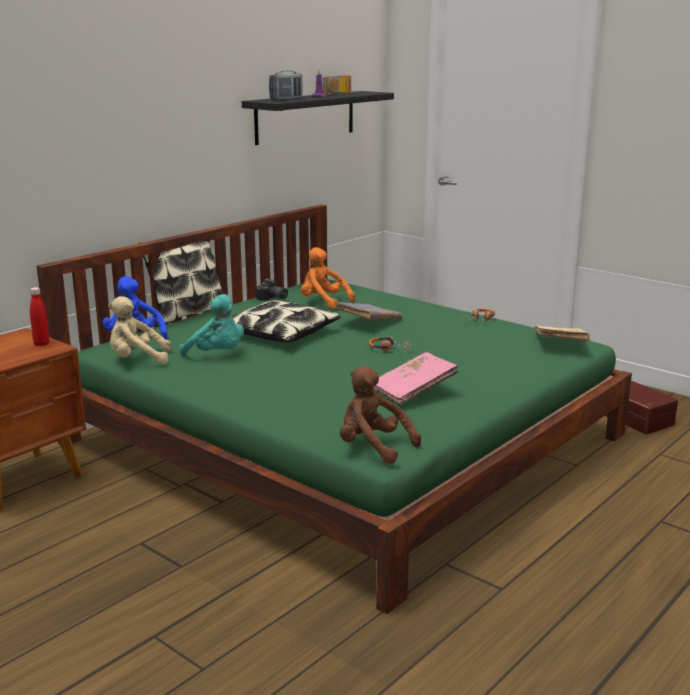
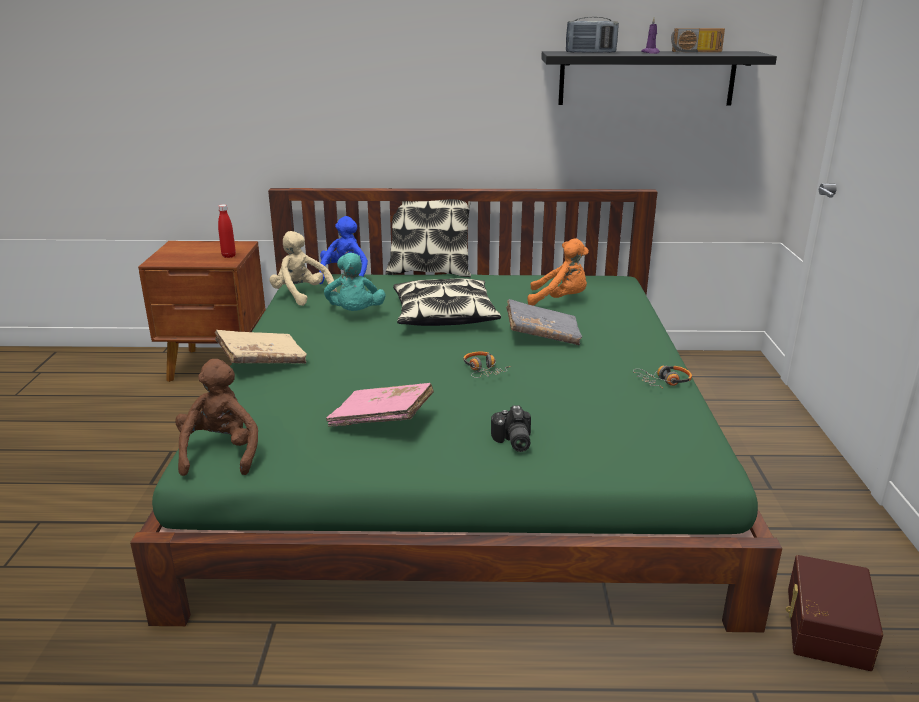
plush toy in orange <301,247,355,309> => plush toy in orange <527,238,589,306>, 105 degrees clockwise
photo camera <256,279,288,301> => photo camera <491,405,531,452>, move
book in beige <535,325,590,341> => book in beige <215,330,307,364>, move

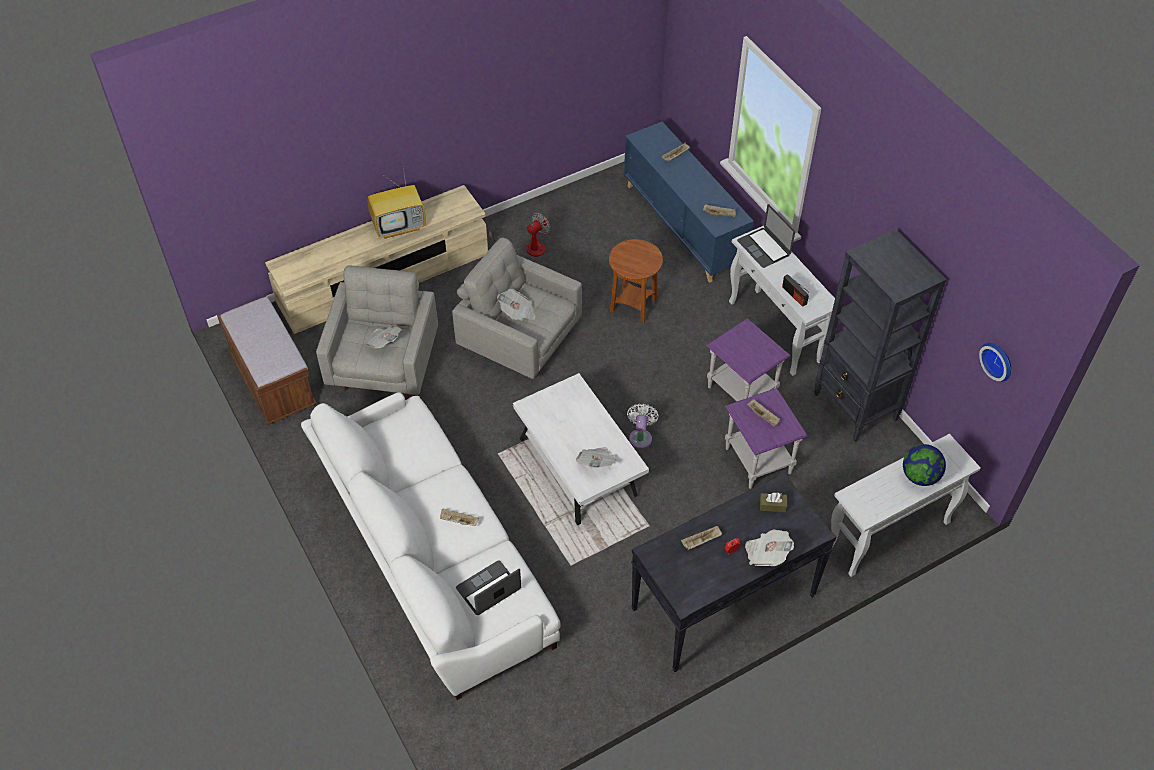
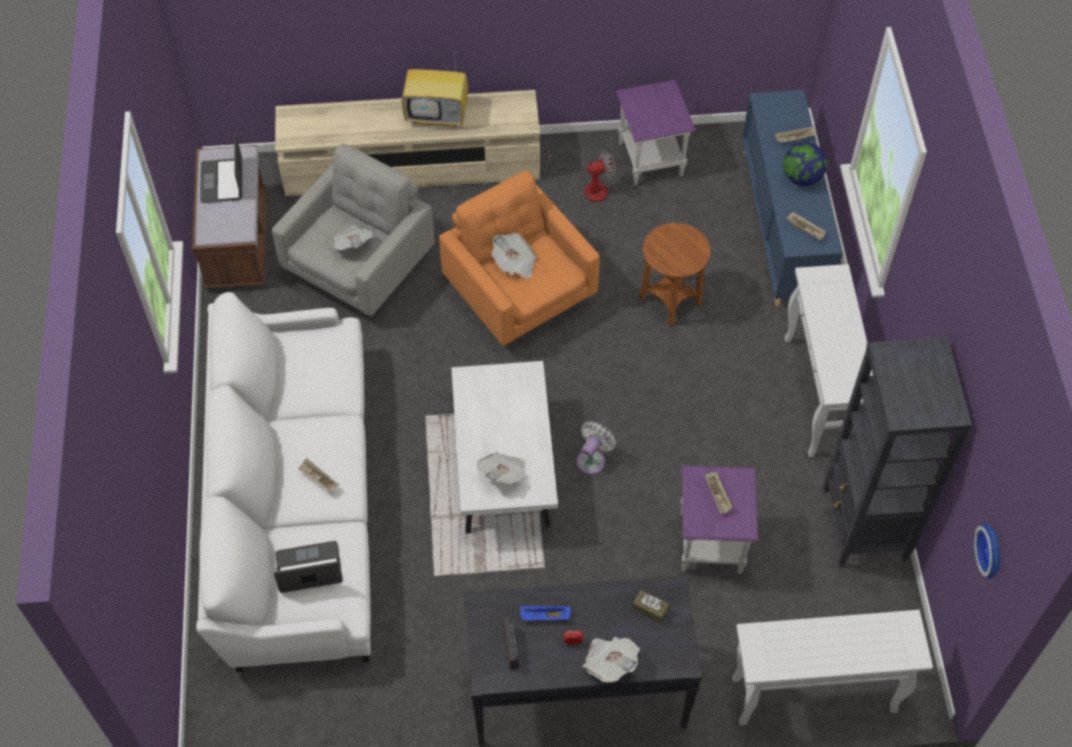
laptop <737,204,795,268> => laptop <200,133,242,203>, move
armchair in grey <452,238,582,379> => armchair in orange <439,171,600,346>
radio <782,274,809,307> => radio <503,616,519,669>, move
side table in purple <706,318,791,401> => side table in purple <616,80,696,185>, move
globe <903,444,946,486> => globe <783,142,827,186>, move
tray in beige <681,526,722,550> => tray in blue <520,606,571,620>

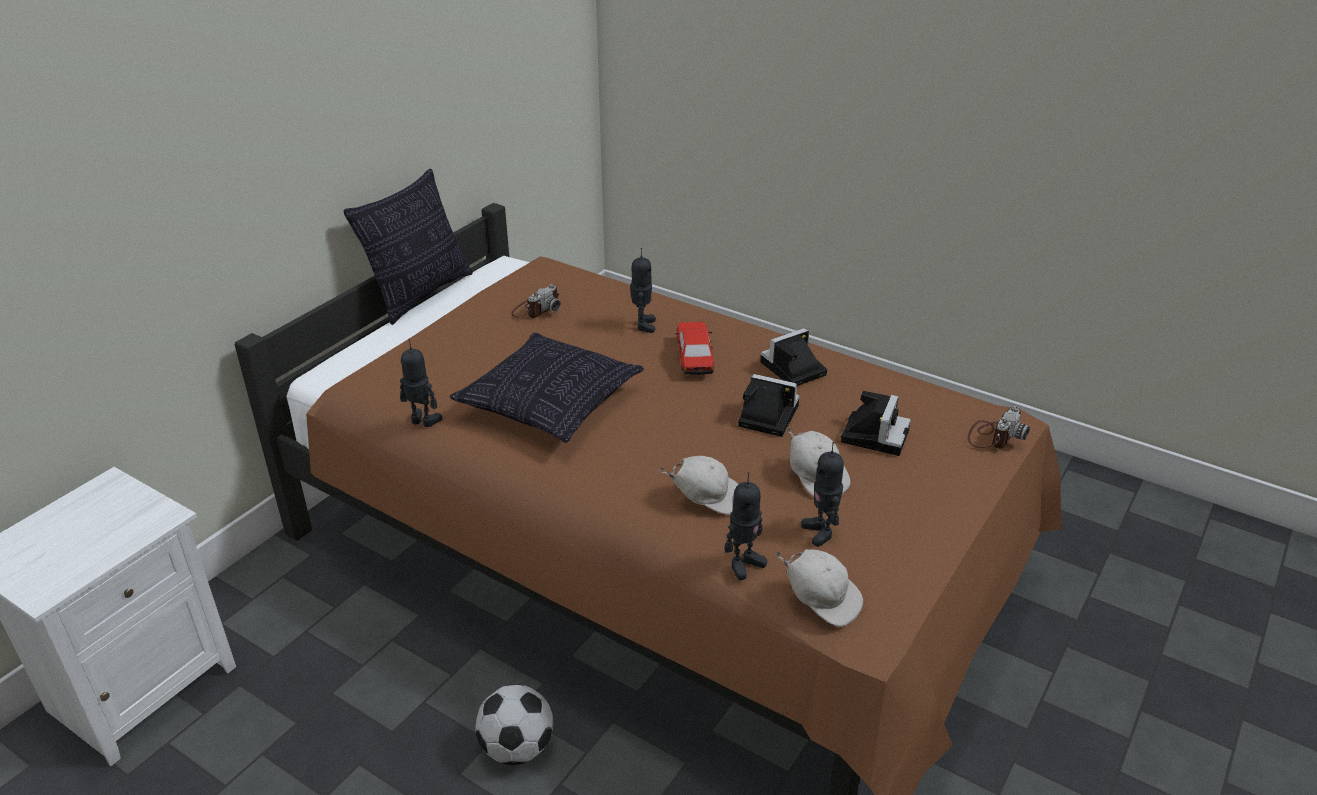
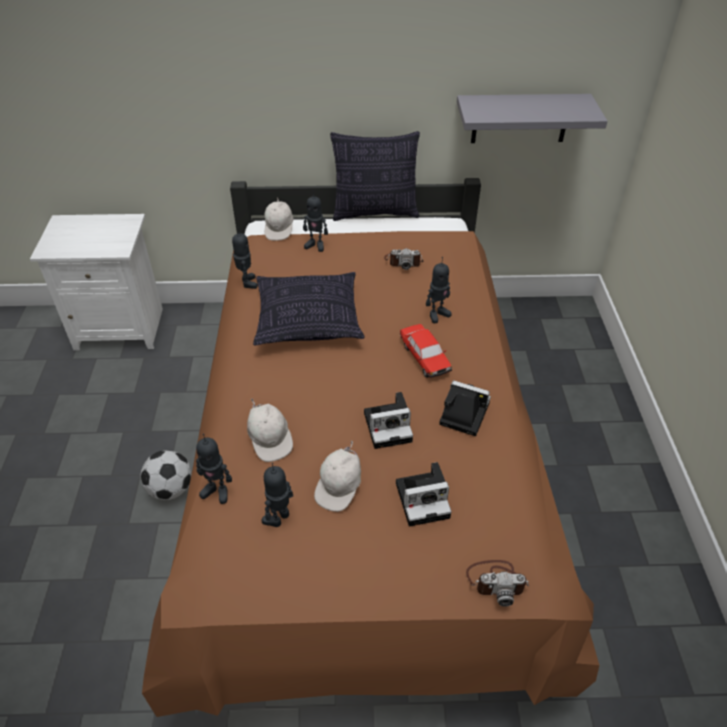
toy car <675,322,714,375> => toy car <400,324,452,378>, 105 degrees clockwise
photo camera <738,374,800,437> => photo camera <364,392,413,449>, 90 degrees clockwise
cap in white <775,549,863,627> => cap in white <264,197,294,241>, move
nothing => shelf in grey <457,94,608,143>
nothing => toy robot <303,190,328,252>

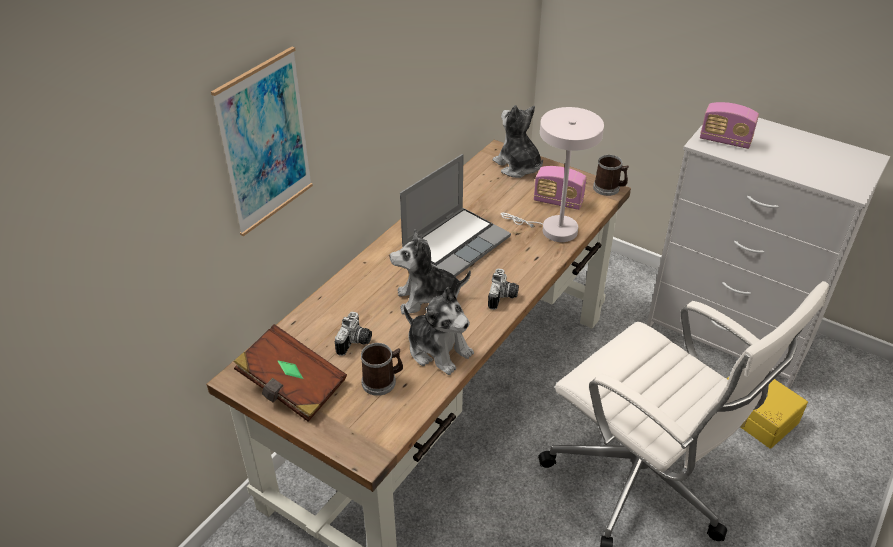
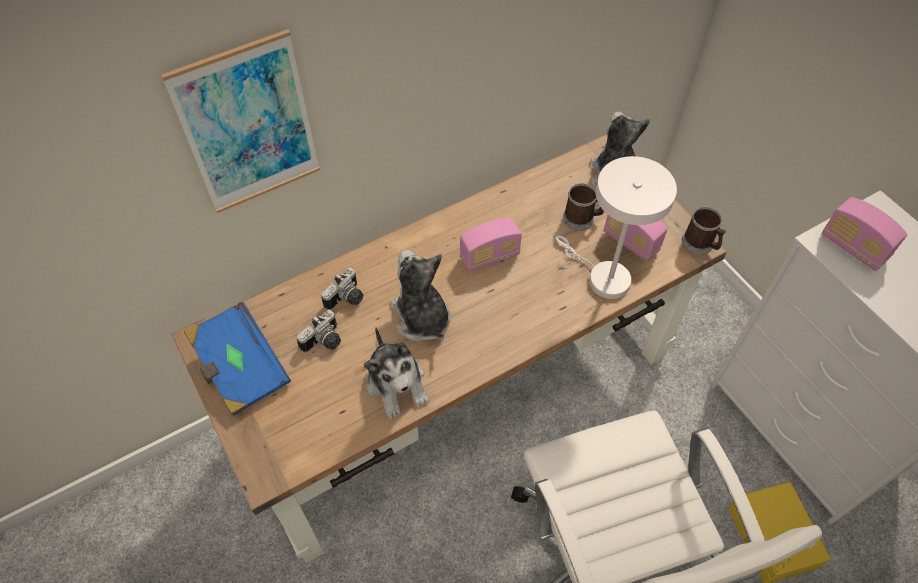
laptop <400,154,511,277> => radio <460,218,522,272>
plush toy <389,229,471,314> => plush toy <391,249,451,341>, 45 degrees clockwise
photo camera <488,268,519,310> => photo camera <321,268,363,310>, move
book in brown <234,324,347,422> => book in blue <184,302,291,416>
mug <361,343,403,396> => mug <563,183,604,231>, move

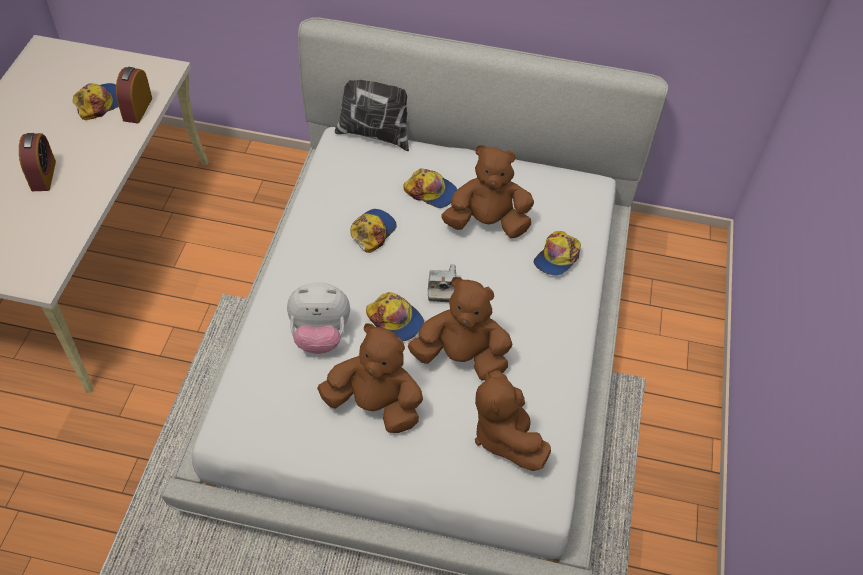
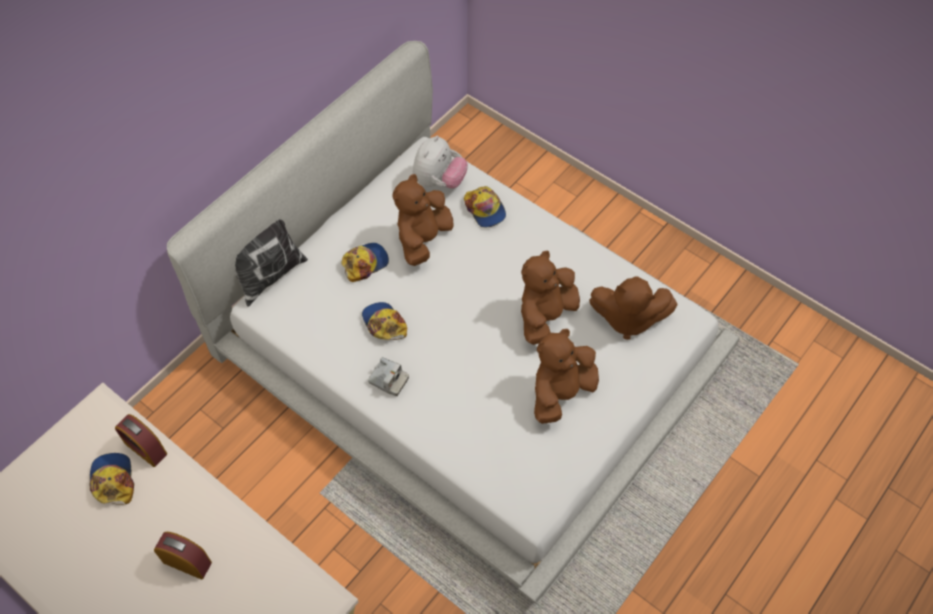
photo camera <428,264,456,302> => photo camera <368,357,409,396>, move
plush toy <287,282,350,354> => plush toy <413,136,468,189>, move
cap <366,292,424,341> => nothing

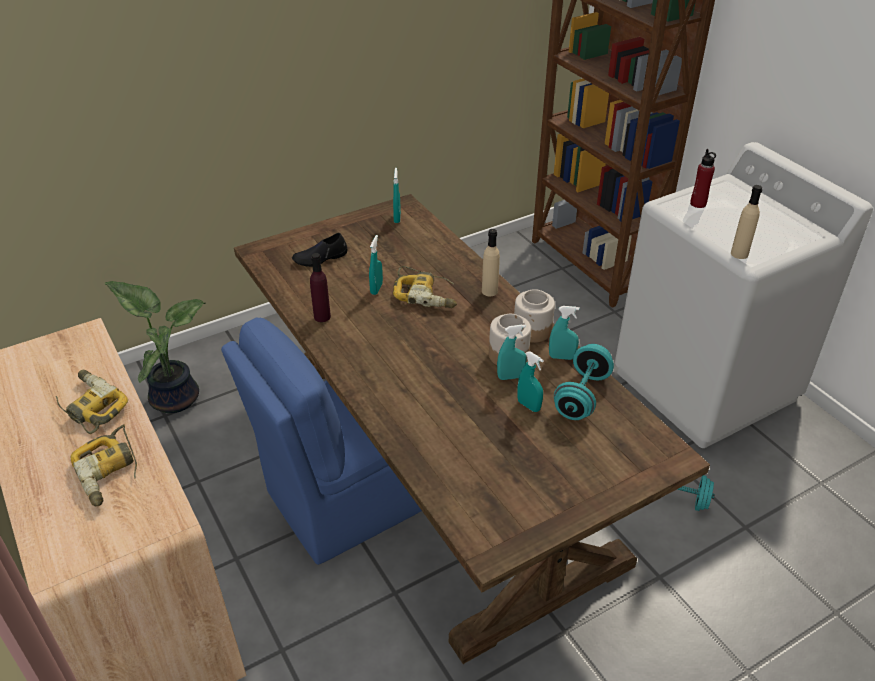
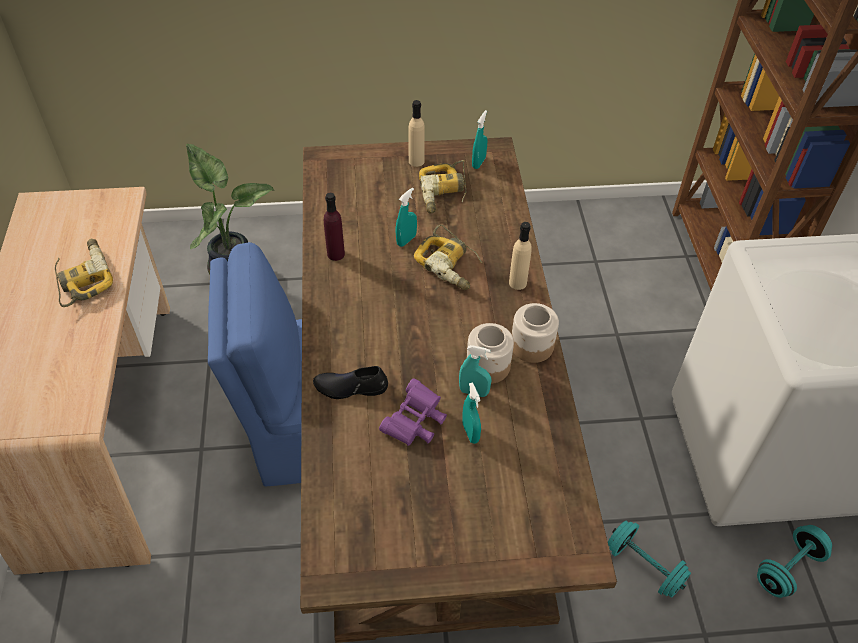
bottle in red <690,149,716,208> => nothing
bottle in beige <731,185,762,259> => bottle in beige <408,100,425,167>, move
shoe in black <292,233,348,267> => shoe in black <313,366,388,399>, move
spray bottle in turquoise <549,306,579,360> => nothing
dumbbell in turquoise <554,344,614,420> => dumbbell in turquoise <757,525,832,598>, move
power drill <71,424,137,506> => power drill <419,160,466,214>, move
nothing => binoculars in purple <379,378,447,446>

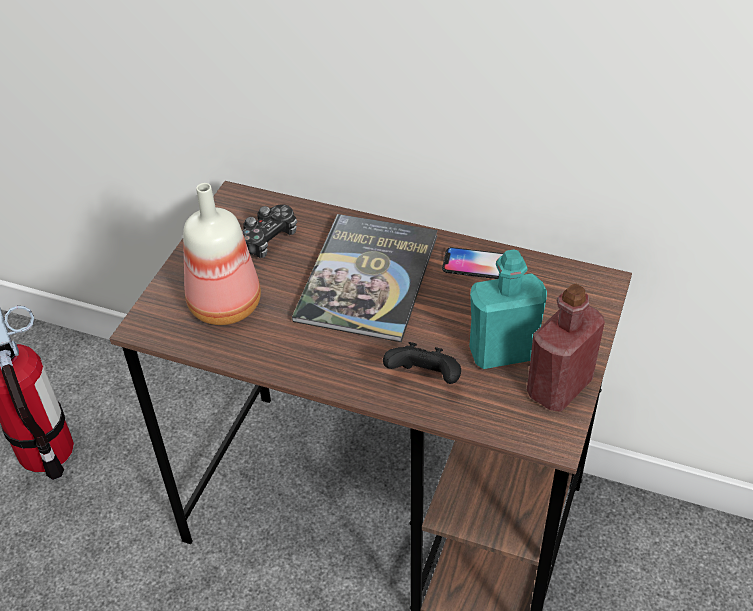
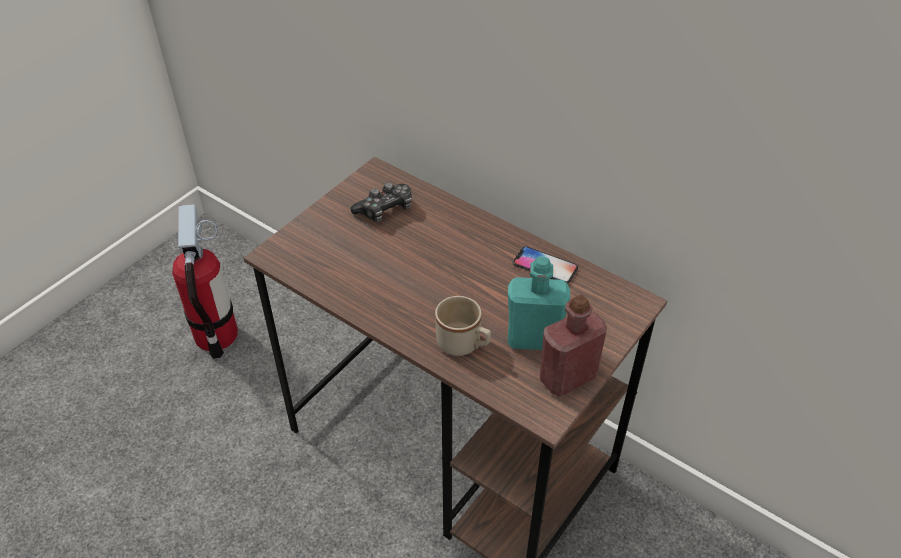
bottle <183,183,261,325> => nothing
book <292,214,438,342> => nothing
game controller in black <383,342,461,384> => mug in beige <435,296,491,356>

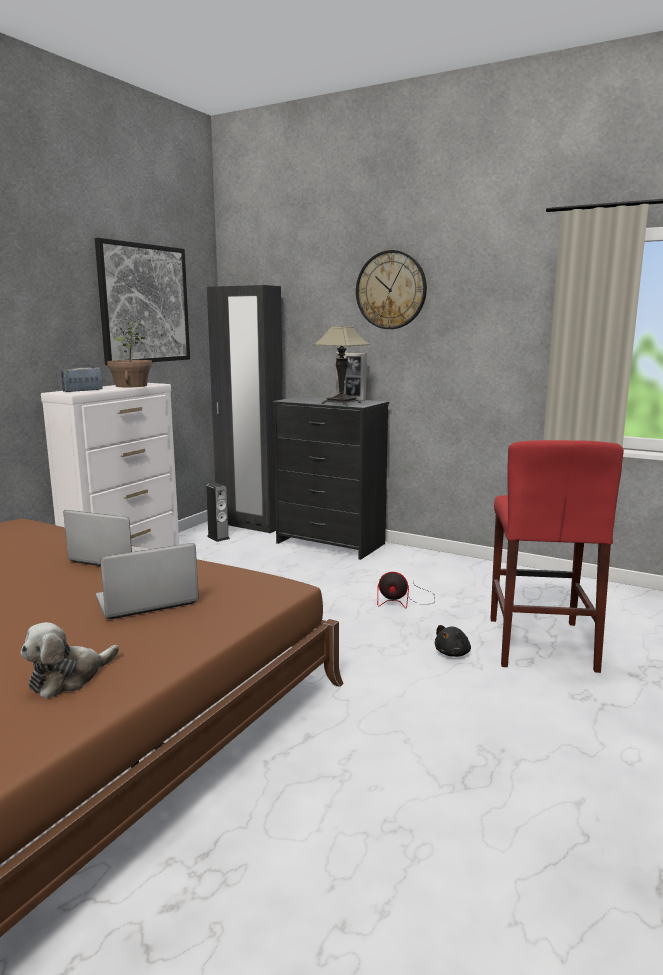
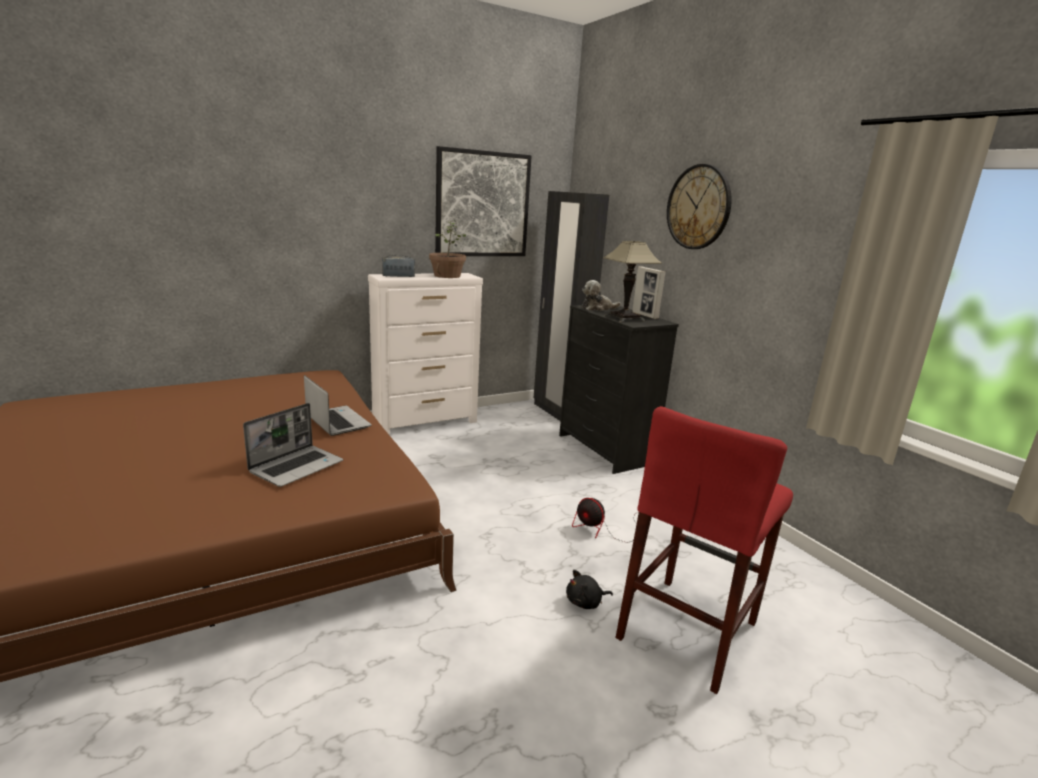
speaker <206,483,230,542> => nothing
laptop <96,543,199,619> => laptop <243,403,343,487>, 120 degrees clockwise
plush toy <20,622,119,699> => plush toy <582,280,620,311>, move

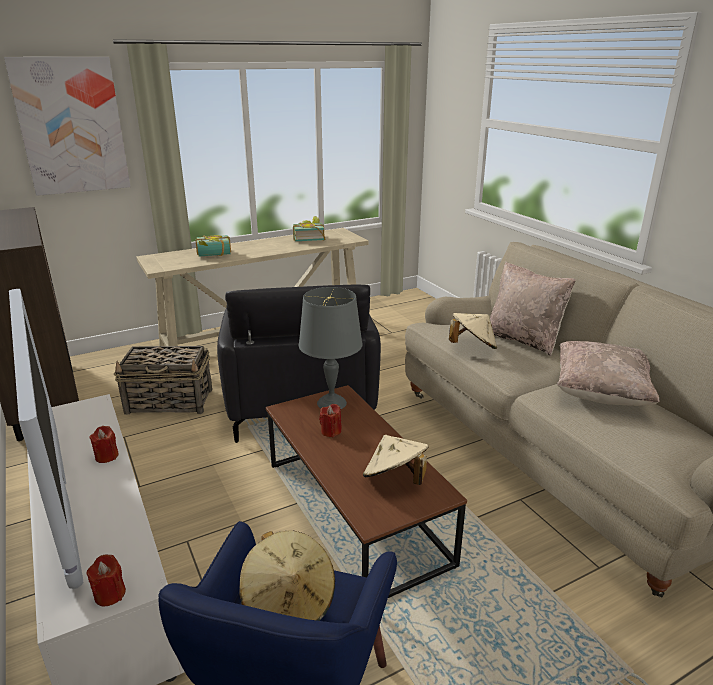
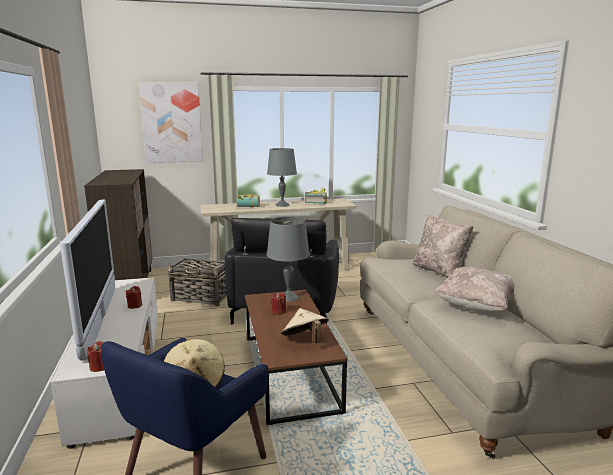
hat in beige <449,313,497,349> => nothing
nothing => table lamp in grey <267,148,297,207>

